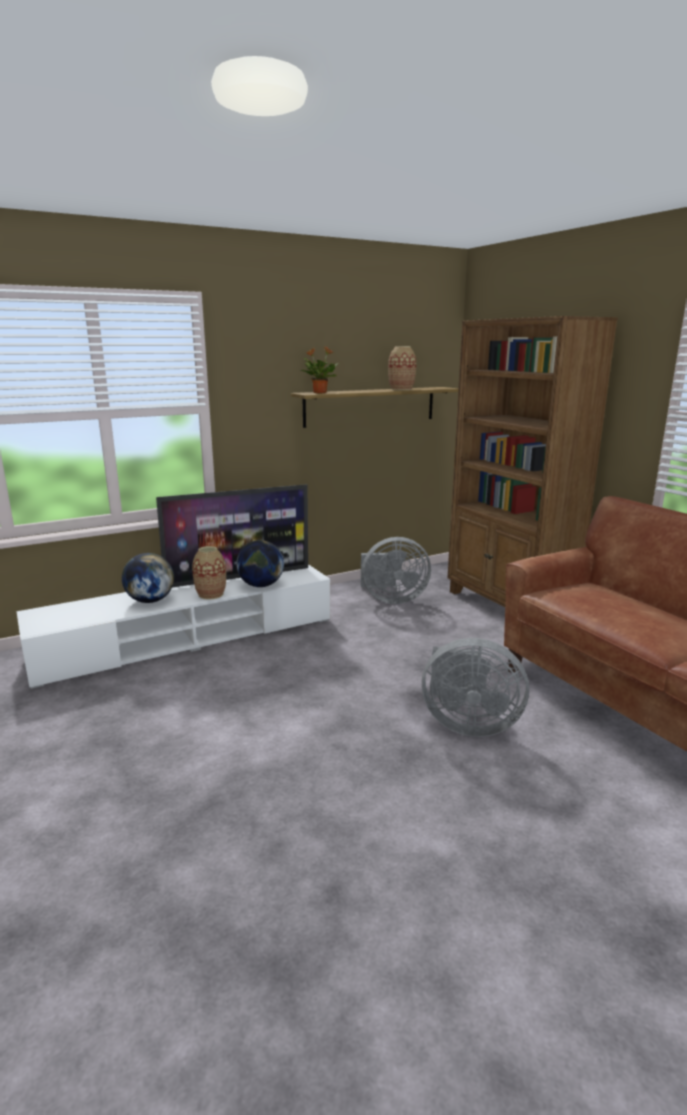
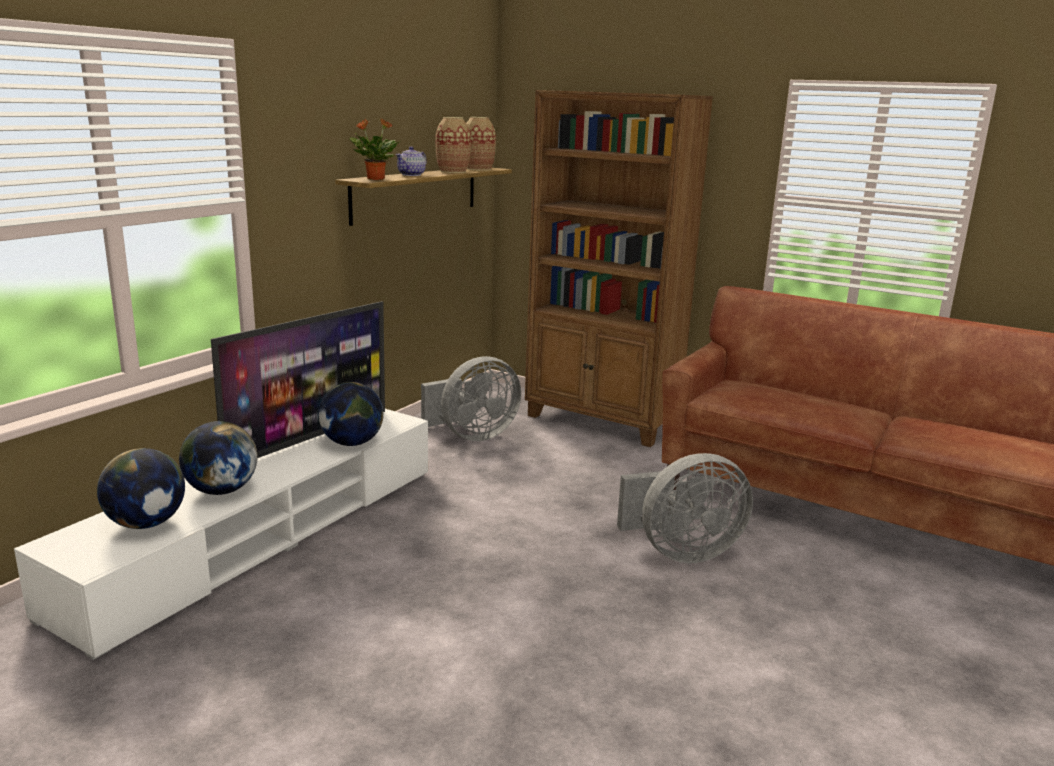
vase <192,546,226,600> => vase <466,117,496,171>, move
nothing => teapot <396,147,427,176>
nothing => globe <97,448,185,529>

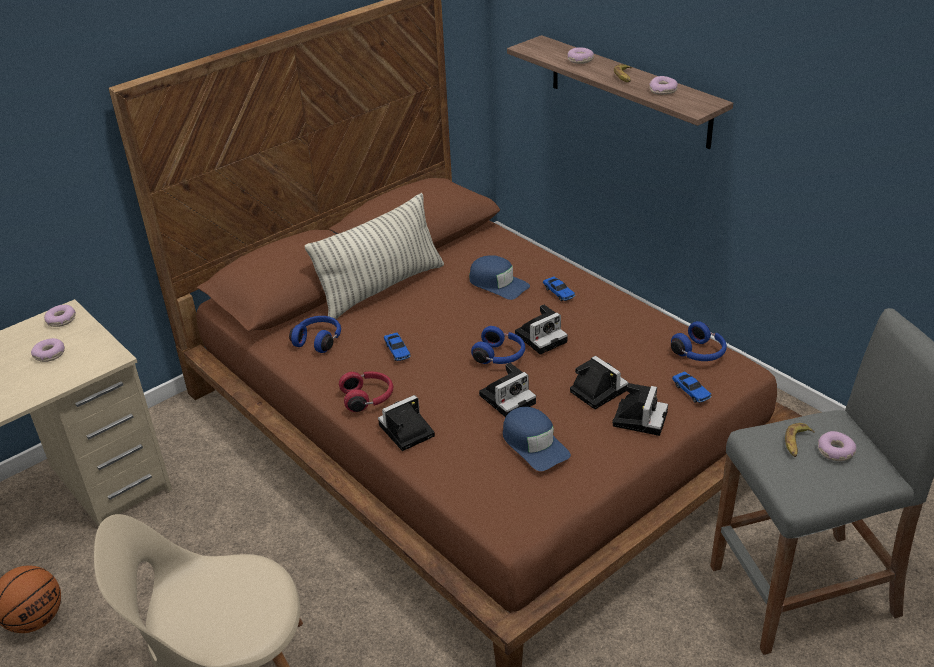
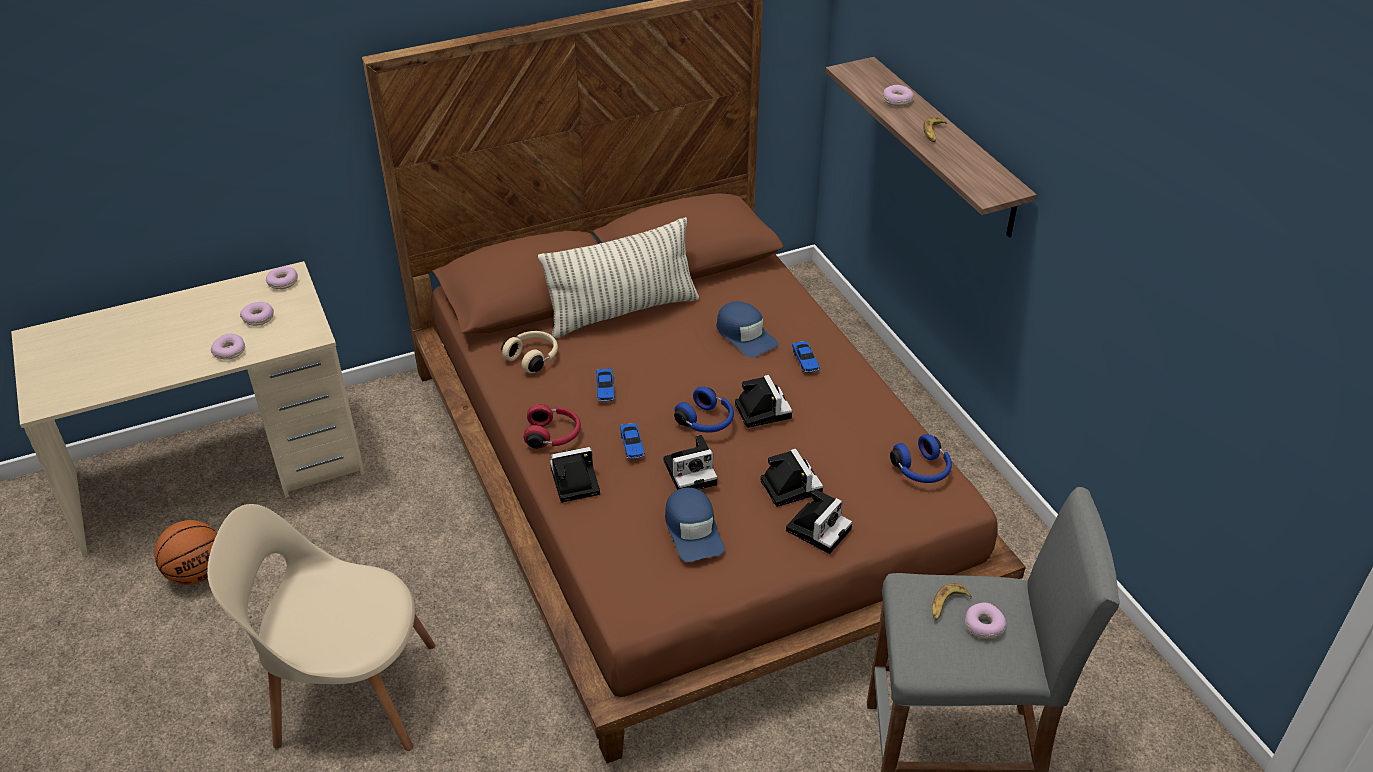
donut <649,76,678,95> => donut <211,334,245,360>, move
photo camera <515,305,568,355> => photo camera <735,375,792,428>, 90 degrees counterclockwise
headphones in blue <289,316,341,353> => headphones in beige <501,331,558,373>
toy car <672,371,712,403> => toy car <620,423,645,459>, move

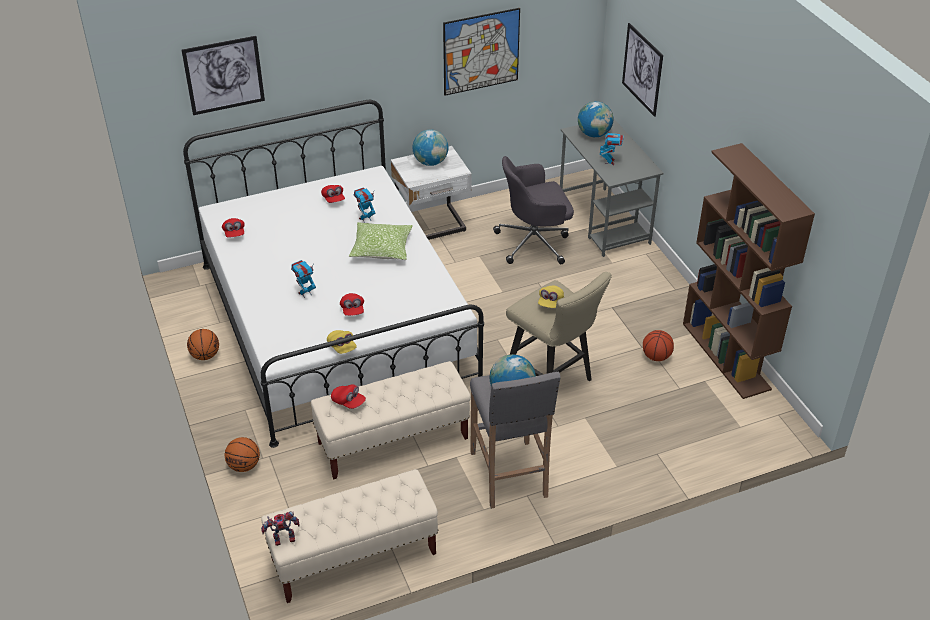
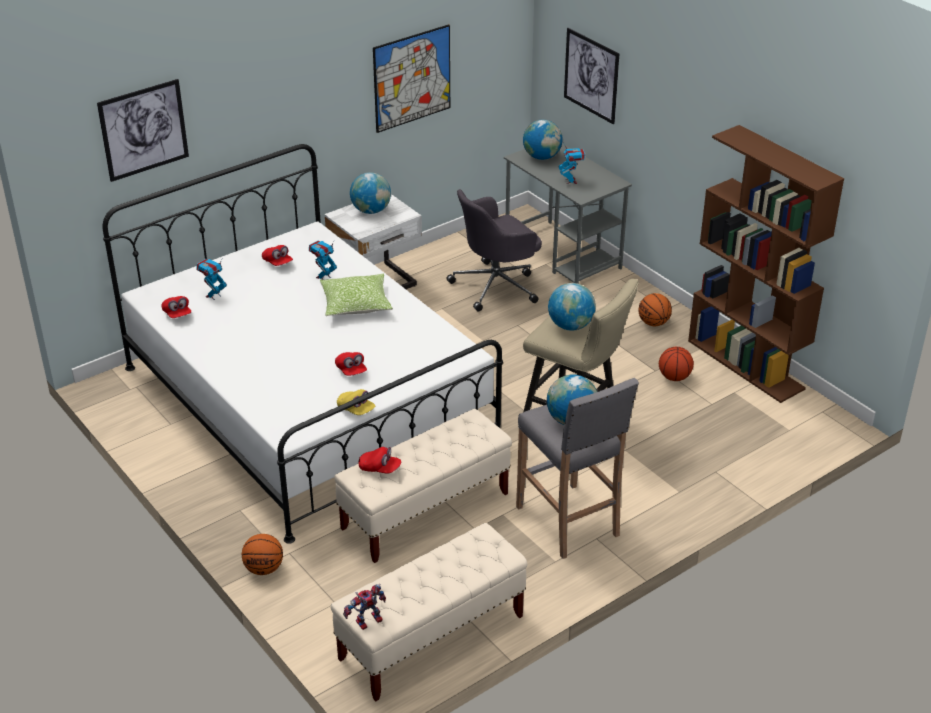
toy robot <291,260,316,298> => toy robot <197,258,227,300>, move
cap in yellow <538,286,564,308> => globe <548,283,596,331>
basketball <187,329,219,360> => basketball <638,293,672,326>, move

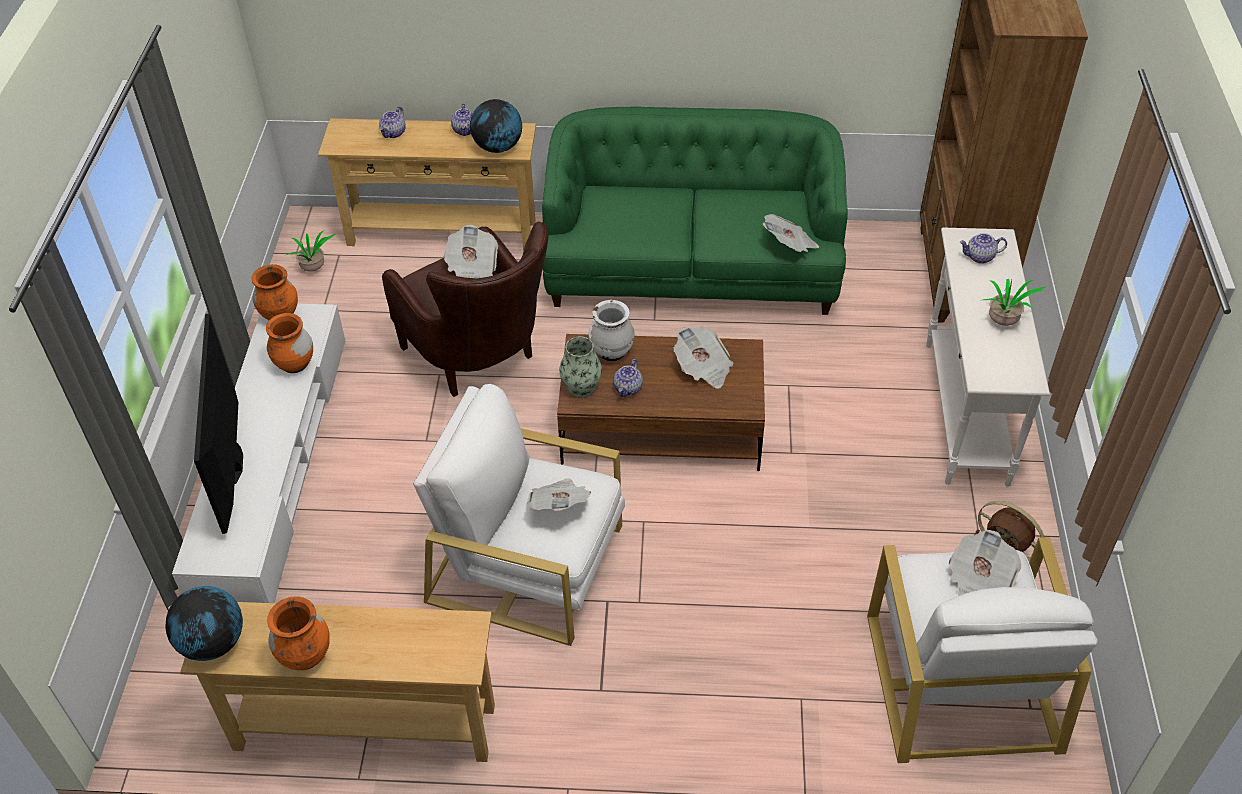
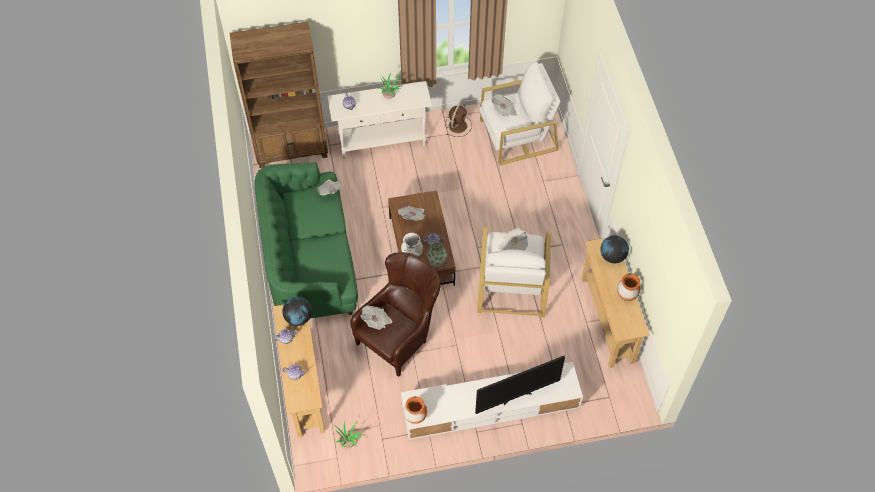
vase in orange <266,313,313,373> => nothing
globe <165,586,243,661> => globe <600,235,629,263>, move

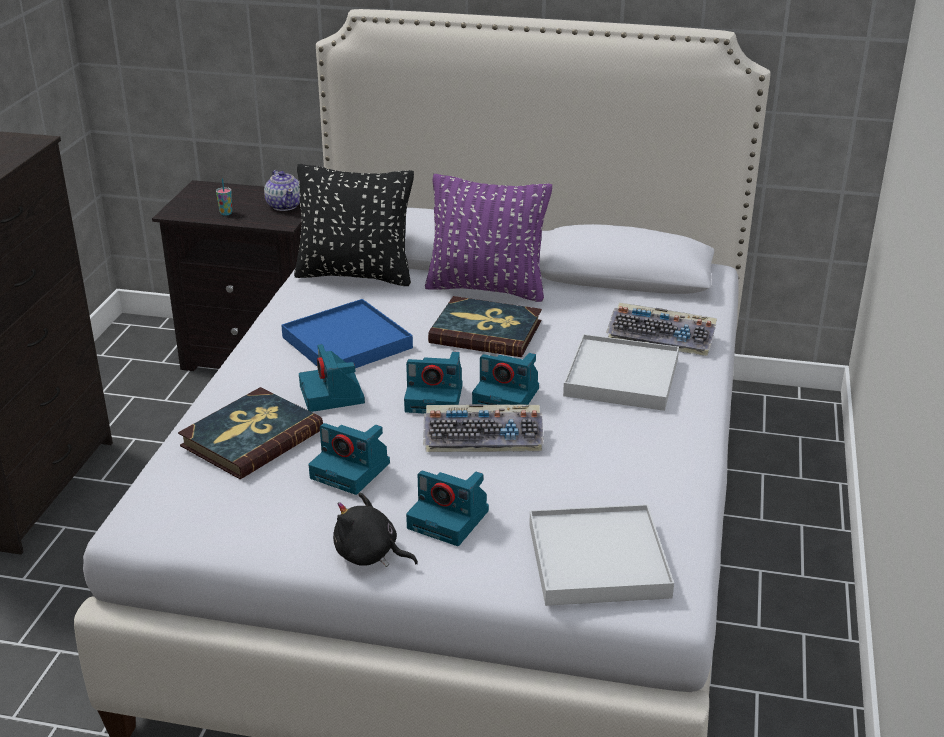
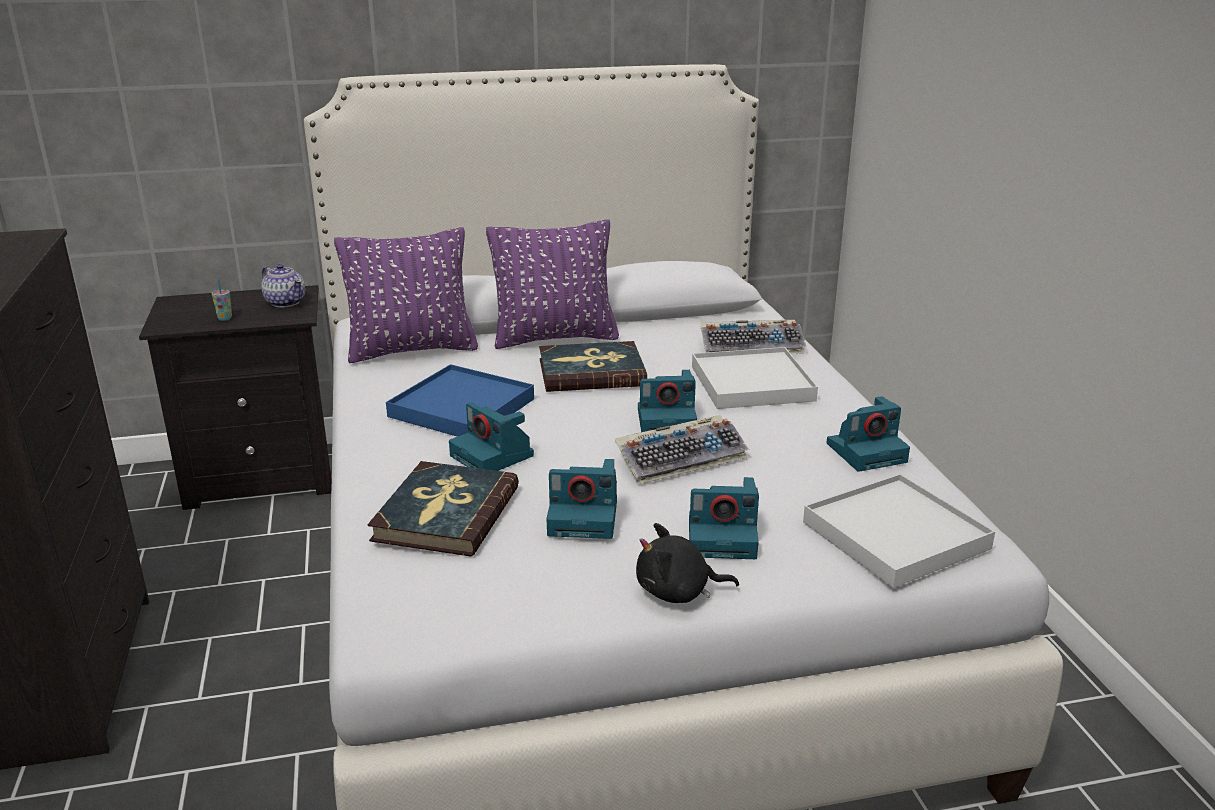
pillow in black <294,164,414,286> => pillow in purple <334,227,478,363>
photo camera <404,351,462,413> => photo camera <827,396,910,472>, move

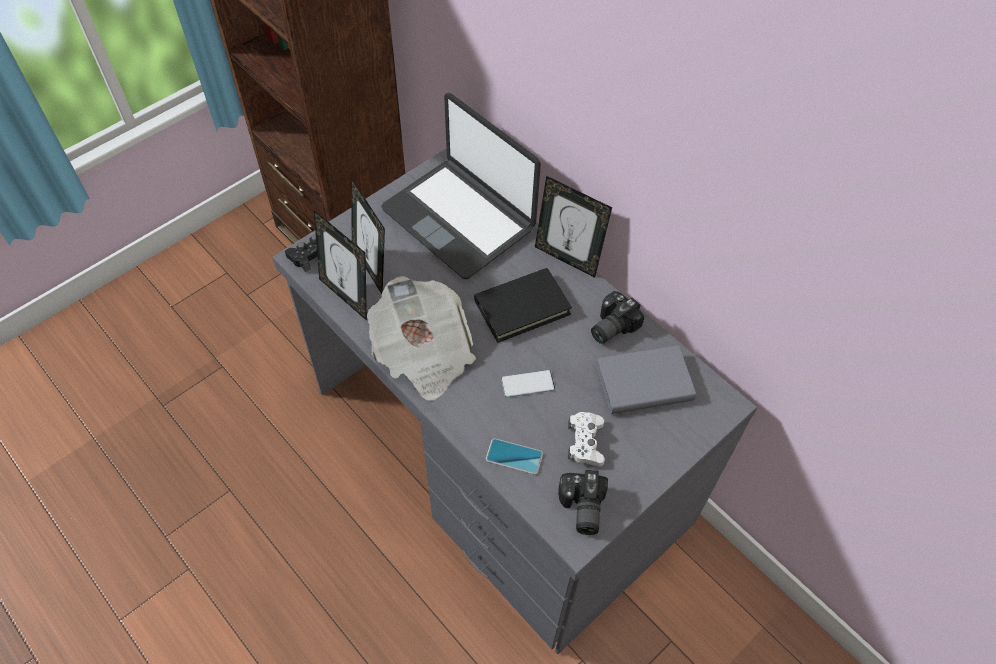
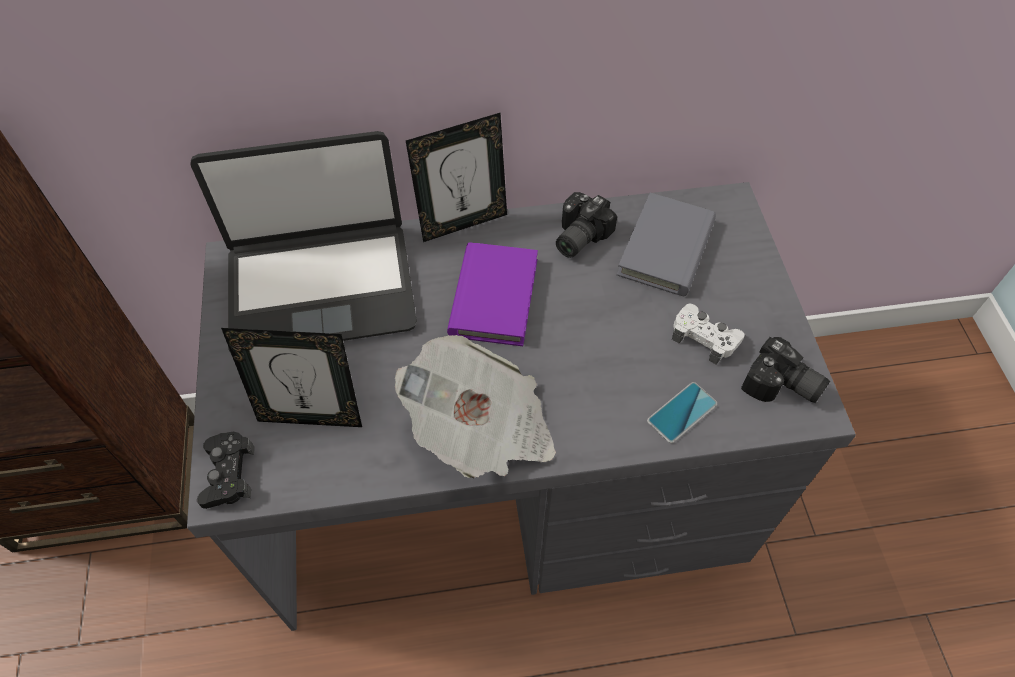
picture frame <314,210,367,321> => nothing
book in black <474,268,572,343> => book in purple <447,242,538,346>
photo camera <591,291,644,344> => photo camera <556,192,617,258>, 45 degrees clockwise
phone <501,370,555,397> => nothing

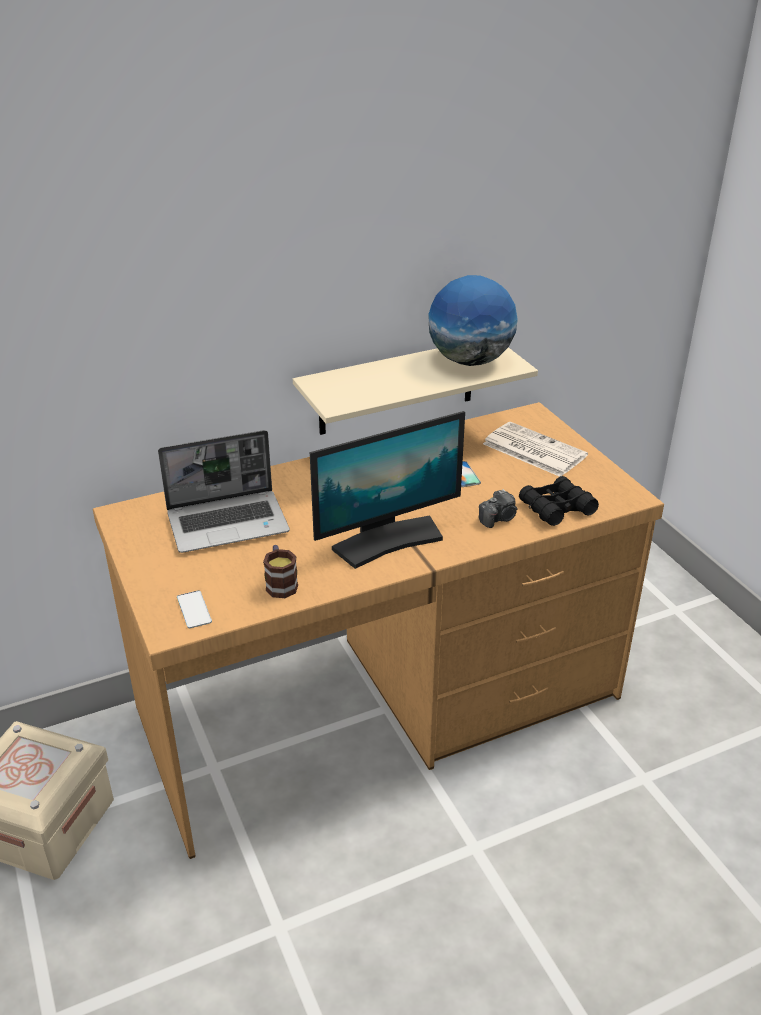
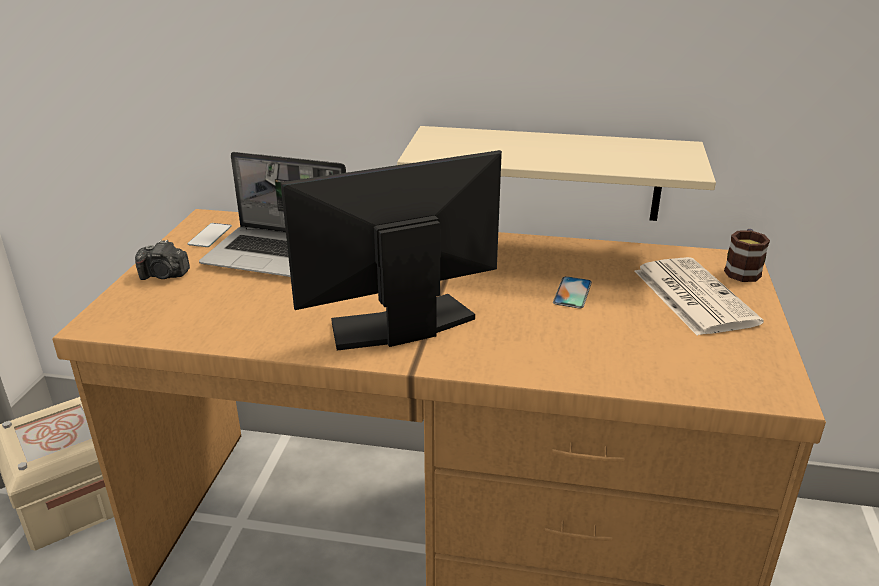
globe <429,275,518,366> => nothing
monitor <310,411,465,569> => monitor <280,150,502,351>, 150 degrees clockwise
binoculars in black <519,476,599,526> => nothing
photo camera <479,489,517,528> => photo camera <135,240,190,280>, move
mug <263,545,298,598> => mug <724,229,770,282>, move
phone <177,590,212,628> => phone <187,223,232,247>, move

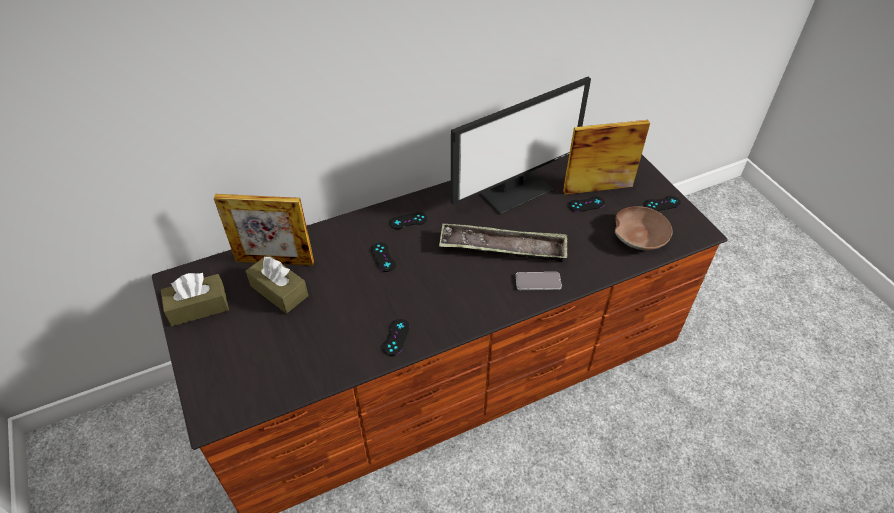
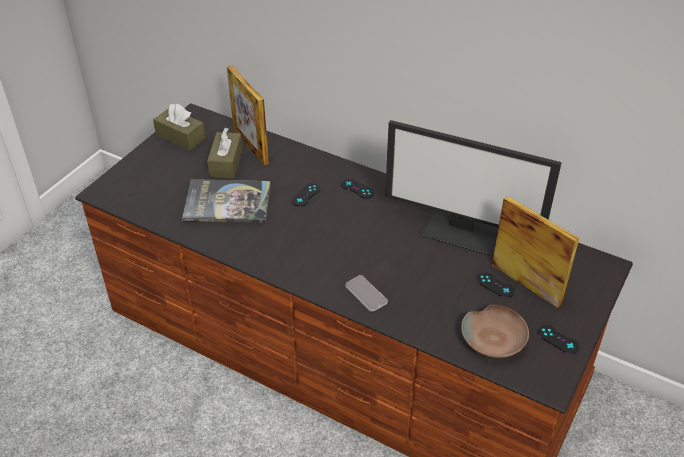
tray <439,224,567,262> => nothing
game controller in black <383,319,410,356> => nothing
nothing => book <182,179,270,223>

